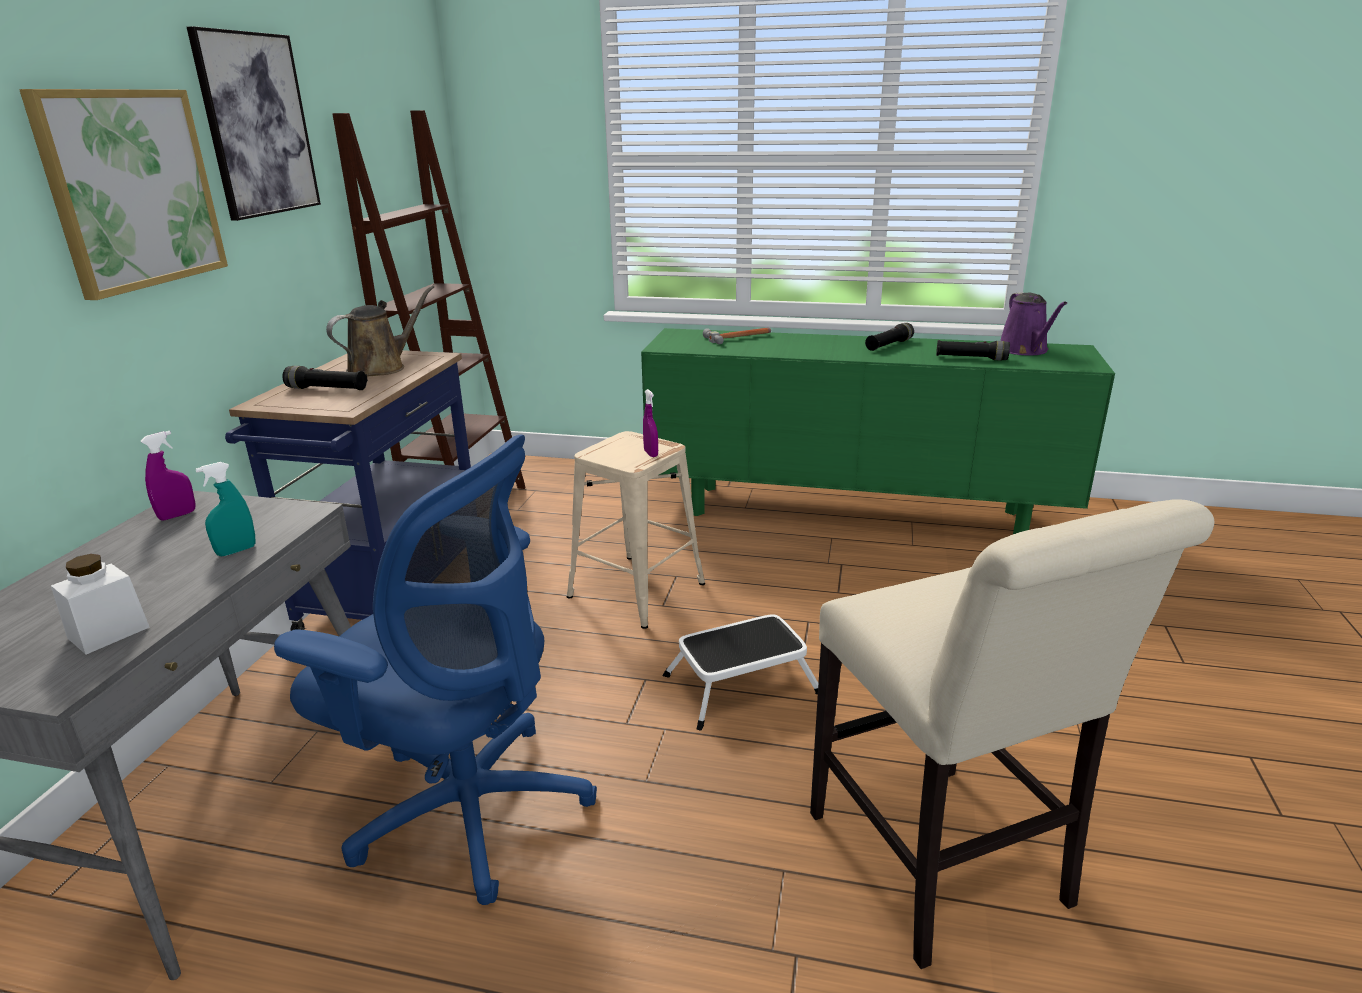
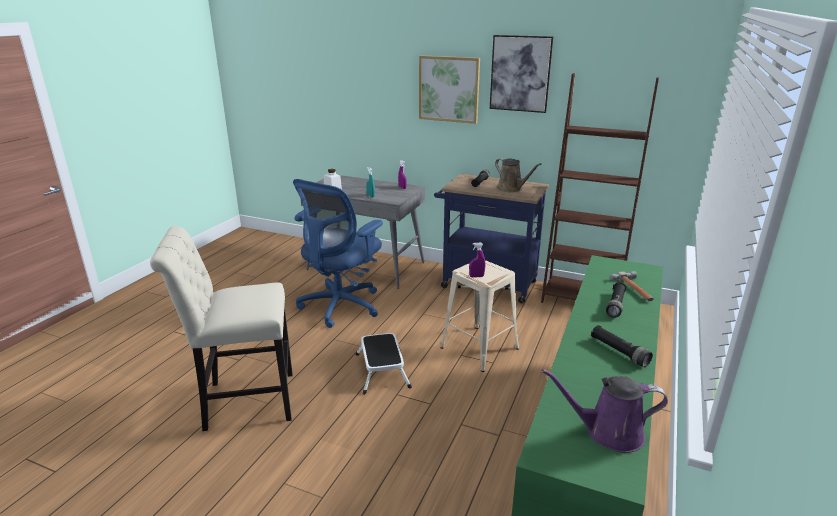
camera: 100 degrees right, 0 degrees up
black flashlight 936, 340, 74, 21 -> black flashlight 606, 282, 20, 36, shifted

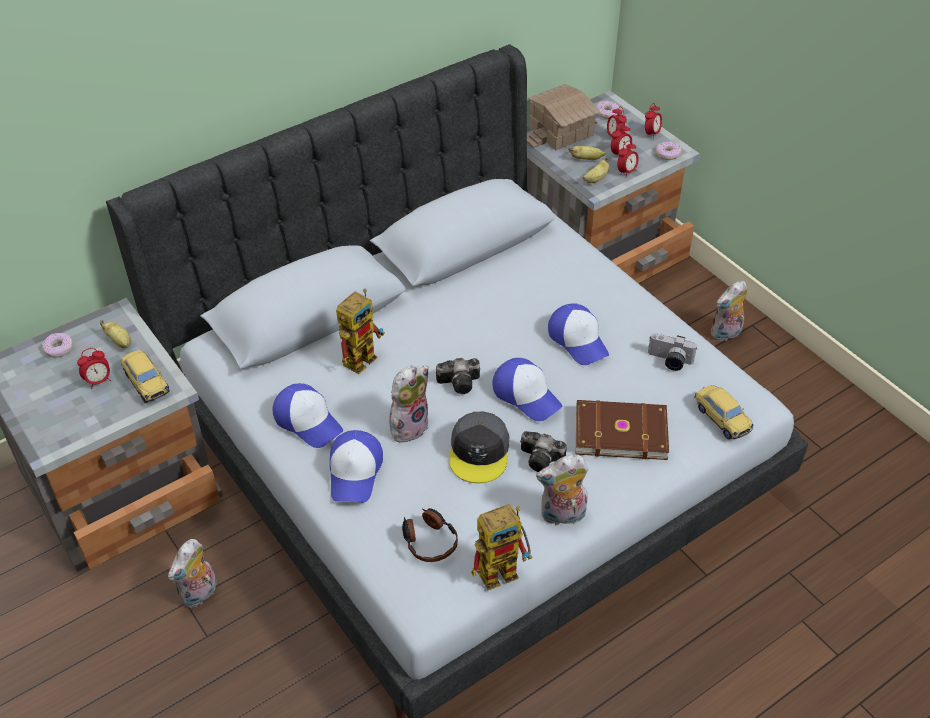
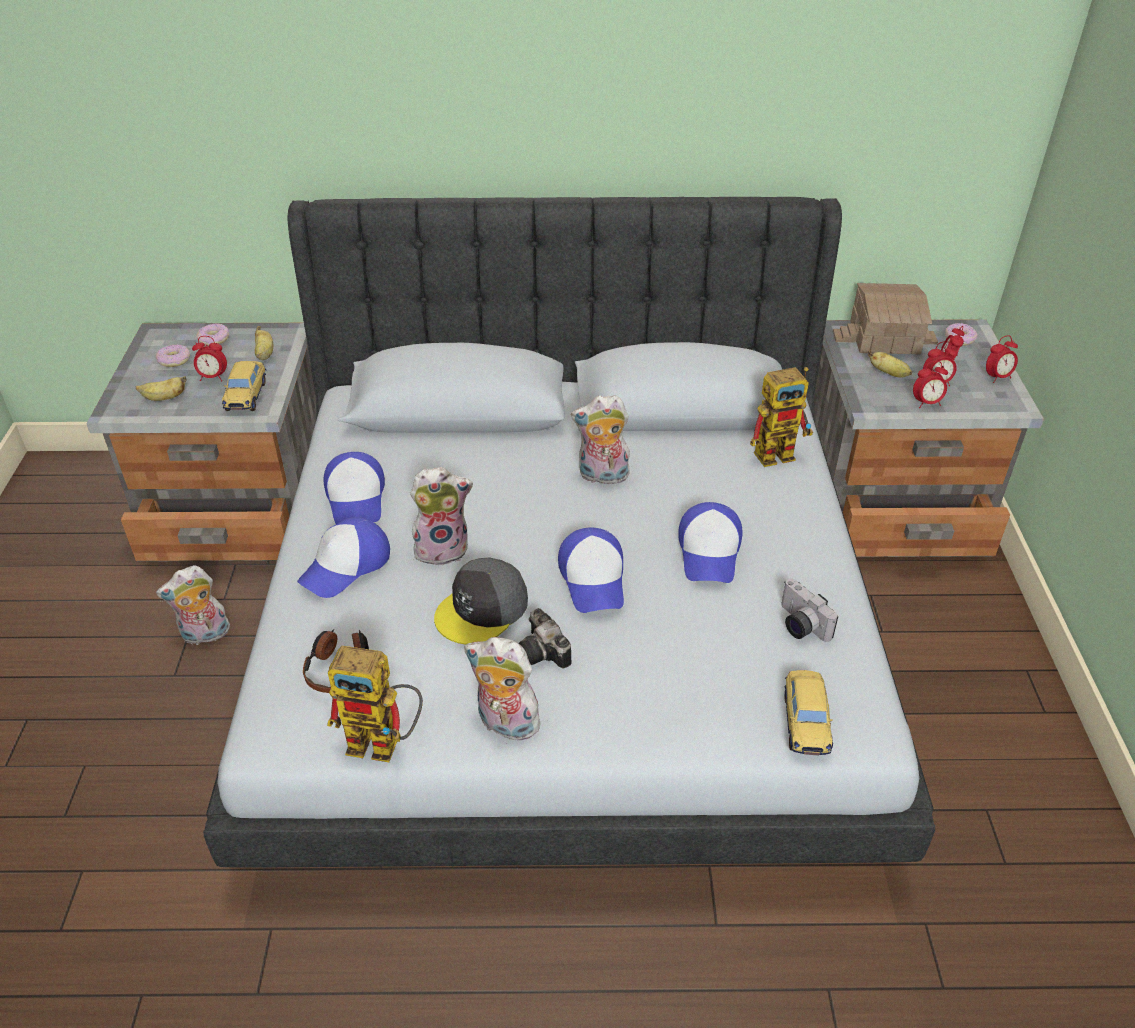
camera: 35 degrees right, 5 degrees down
banana 583, 157, 27, 26 -> banana 136, 376, 51, 25, shifted
donut 656, 141, 25, 19 -> donut 156, 345, 34, 22, shifted
plush toy 711, 280, 36, 61 -> plush toy 571, 395, 59, 89, shifted
toy robot 336, 289, 49, 85 -> toy robot 750, 367, 63, 100, shifted
photo camera 436, 358, 44, 36 -> none
brown book 576, 400, 93, 60 -> none

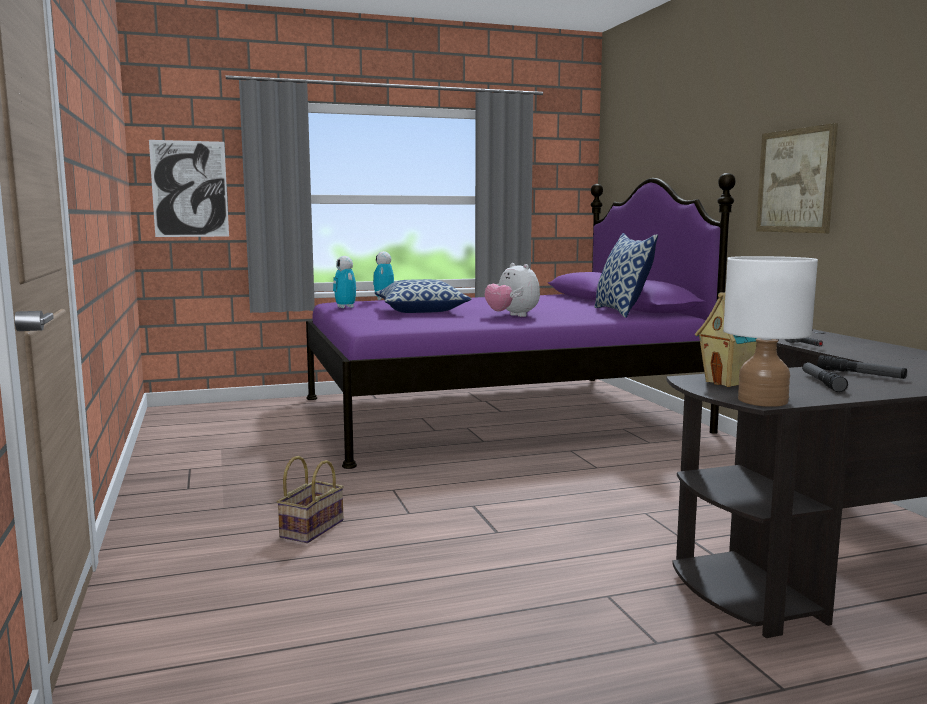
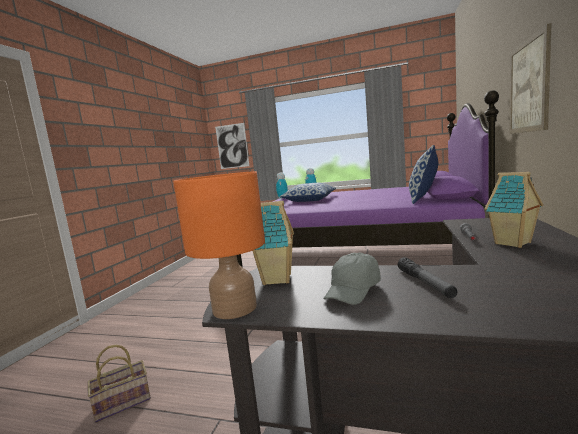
camera: 35 degrees right, 0 degrees up
basket 277, 456, 67, 87 -> basket 88, 345, 63, 78, shifted
white table lamp 723, 256, 95, 151 -> orange table lamp 173, 171, 92, 148
flashlight 802, 362, 46, 30 -> grey cap 323, 253, 58, 52
none -> toy house 485, 172, 58, 76
plush toy 485, 263, 55, 54 -> none

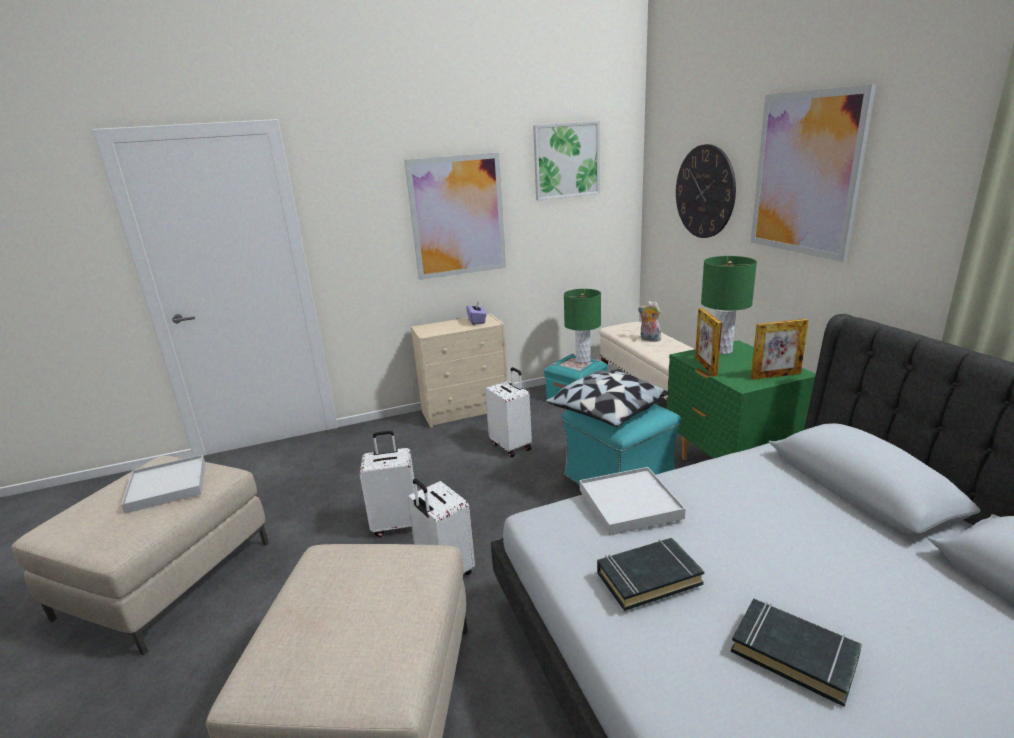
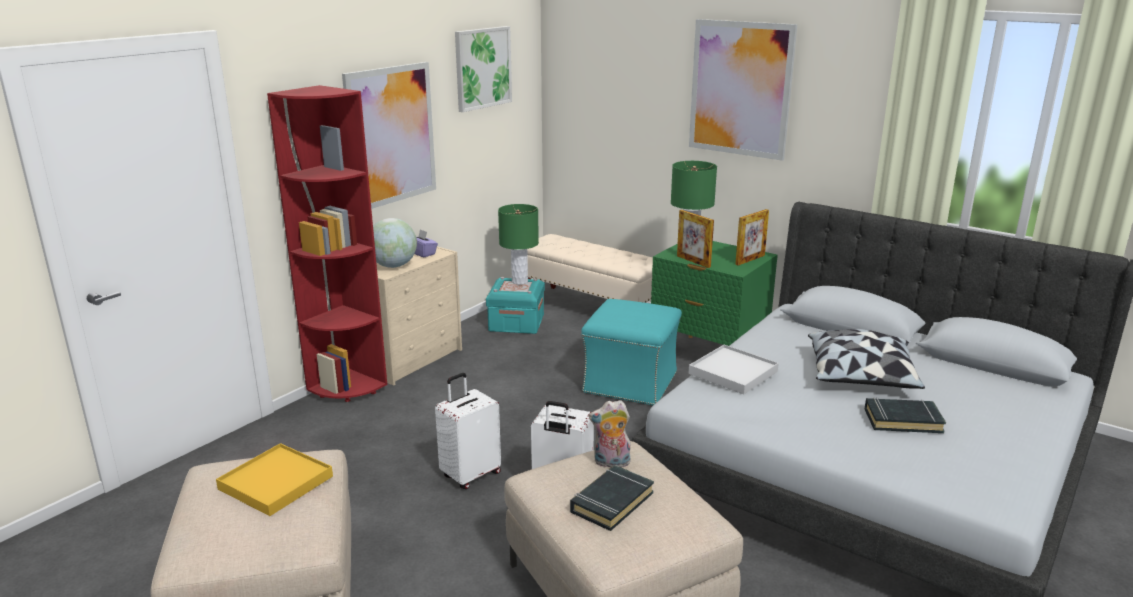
camera: 35 degrees left, 0 degrees up
white tray 121, 455, 84, 59 -> yellow tray 216, 443, 117, 73
none -> red bookcase 267, 85, 120, 317
none -> globe 373, 218, 44, 50
black book 597, 538, 108, 73 -> black book 570, 465, 84, 66, shifted
plush toy 638, 301, 23, 41 -> plush toy 589, 400, 42, 68, shifted
pillow 545, 371, 124, 56 -> pillow 808, 329, 117, 60, shifted
white suitcase 485, 367, 47, 90 -> none
wall clock 676, 144, 60, 94 -> none

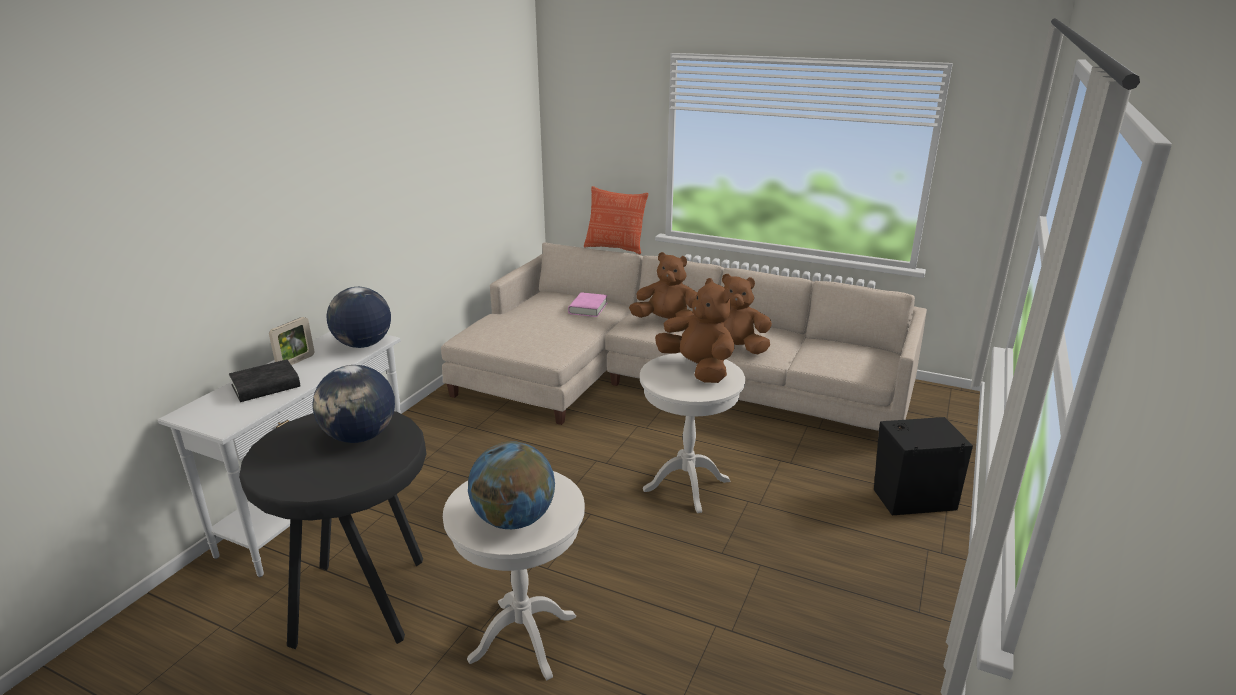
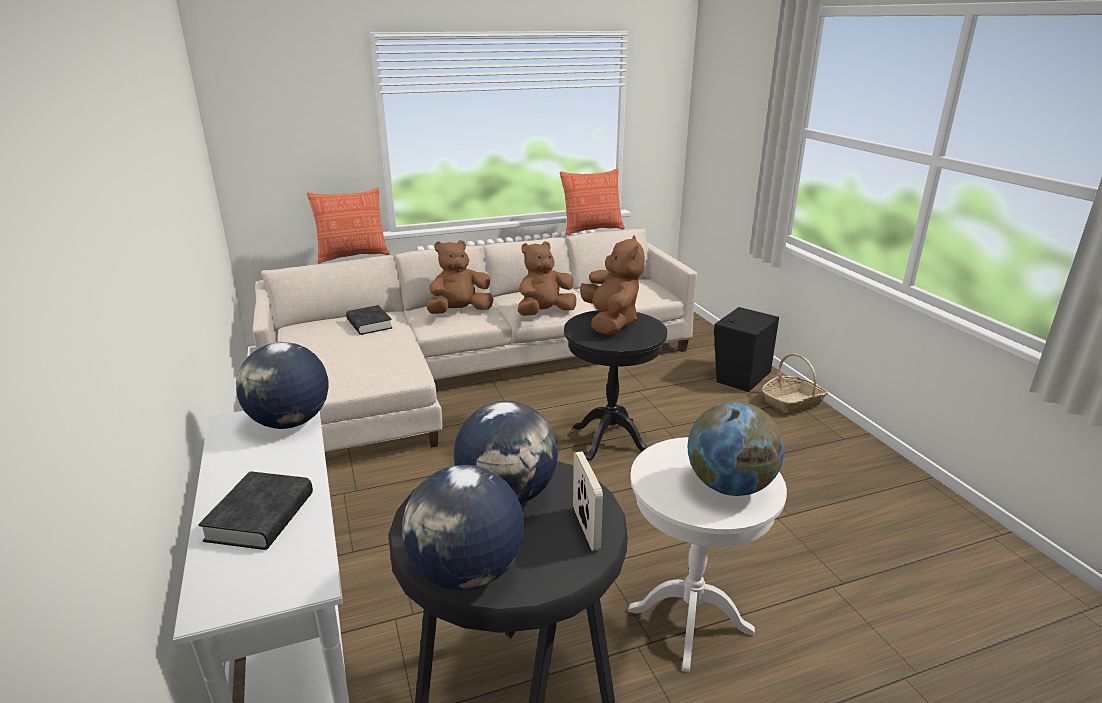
camera: 45 degrees left, 0 degrees up
pink book 568, 292, 39, 25 -> black book 346, 305, 46, 30
none -> globe 402, 465, 123, 125
none -> orange pillow 560, 168, 65, 67
white side table 640, 353, 105, 160 -> black side table 564, 310, 103, 151
picture frame 269, 317, 45, 48 -> picture frame 573, 451, 30, 100, shifted
brown plush toy 655, 278, 79, 105 -> brown plush toy 580, 235, 65, 100, 75 degrees clockwise
none -> basket 762, 353, 66, 61

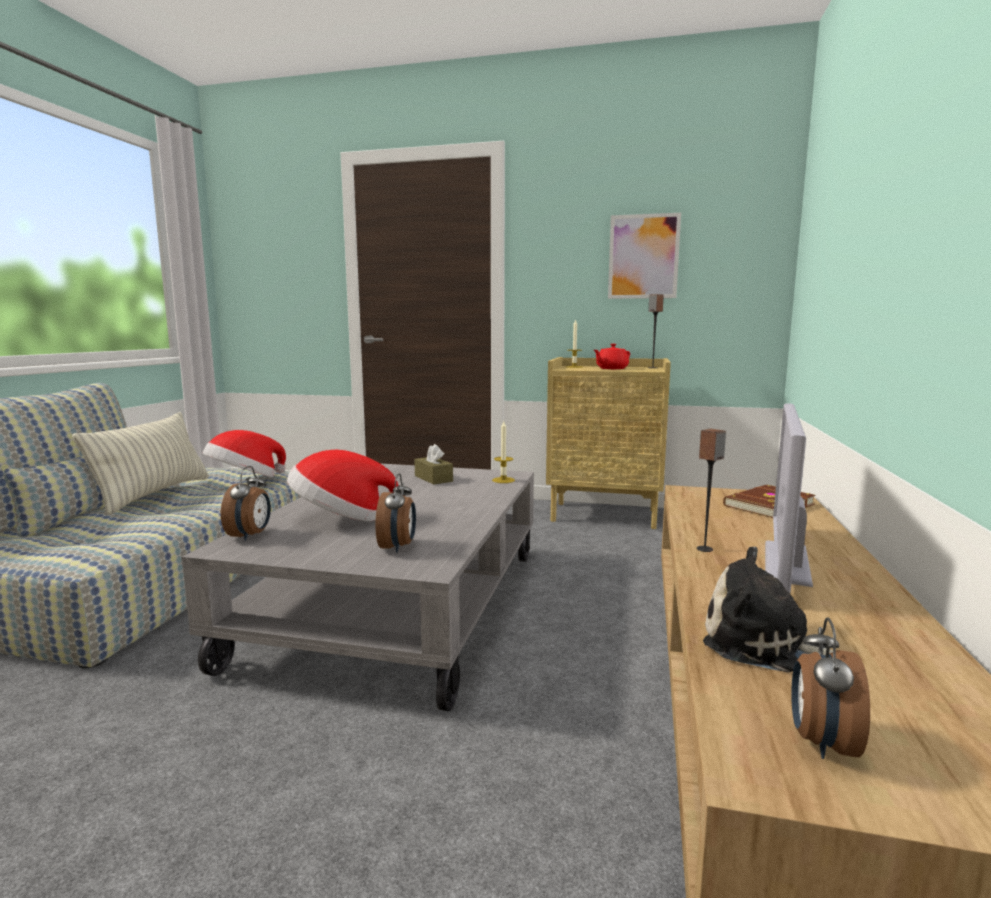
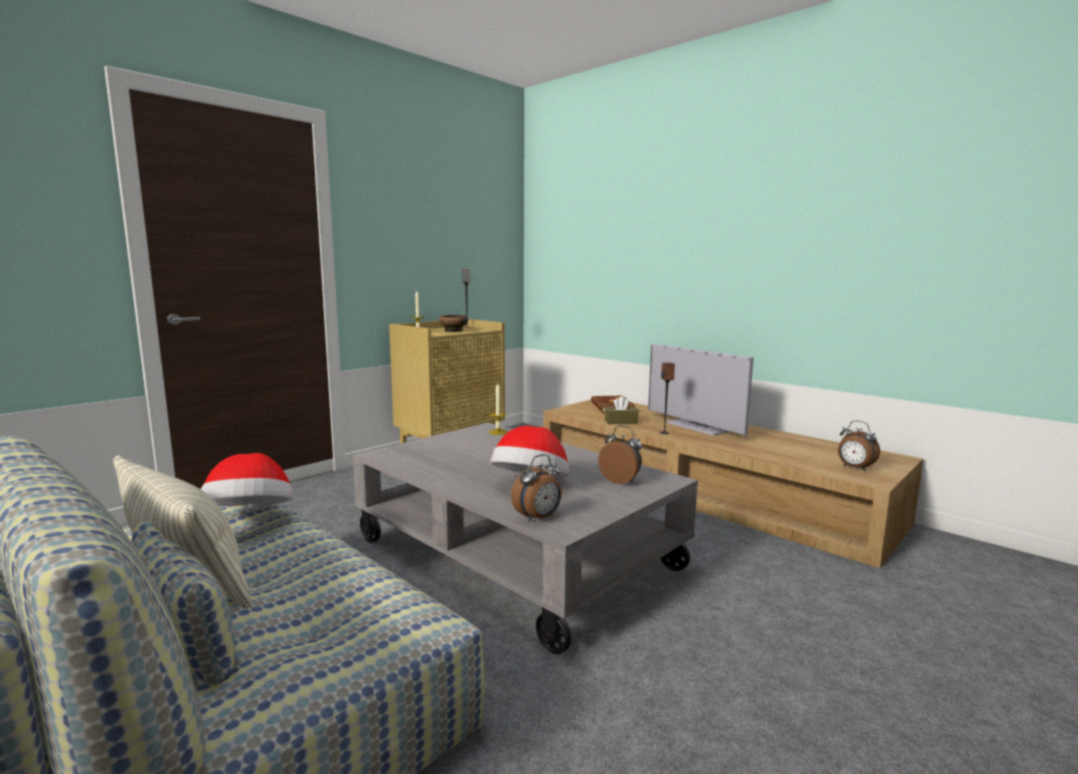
camera: 60 degrees left, 0 degrees up
red teapot 594, 344, 36, 25 -> bowl 439, 315, 29, 17
alarm clock 221, 466, 50, 75 -> alarm clock 511, 454, 51, 68, 105 degrees clockwise
brown tissue box 414, 444, 39, 41 -> brown tissue box 605, 396, 33, 28, shifted
picture 608, 213, 73, 86 -> none
plush toy 703, 547, 130, 125 -> none

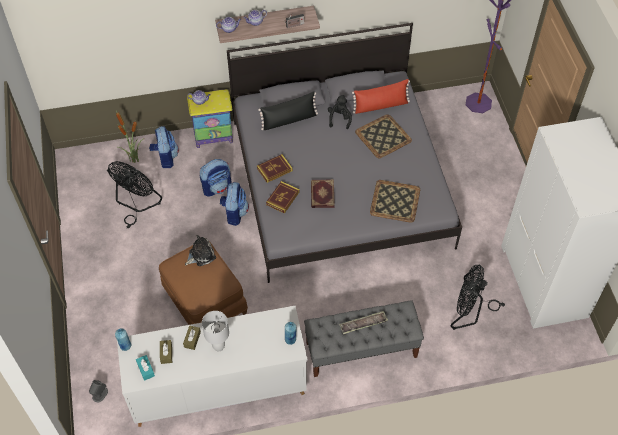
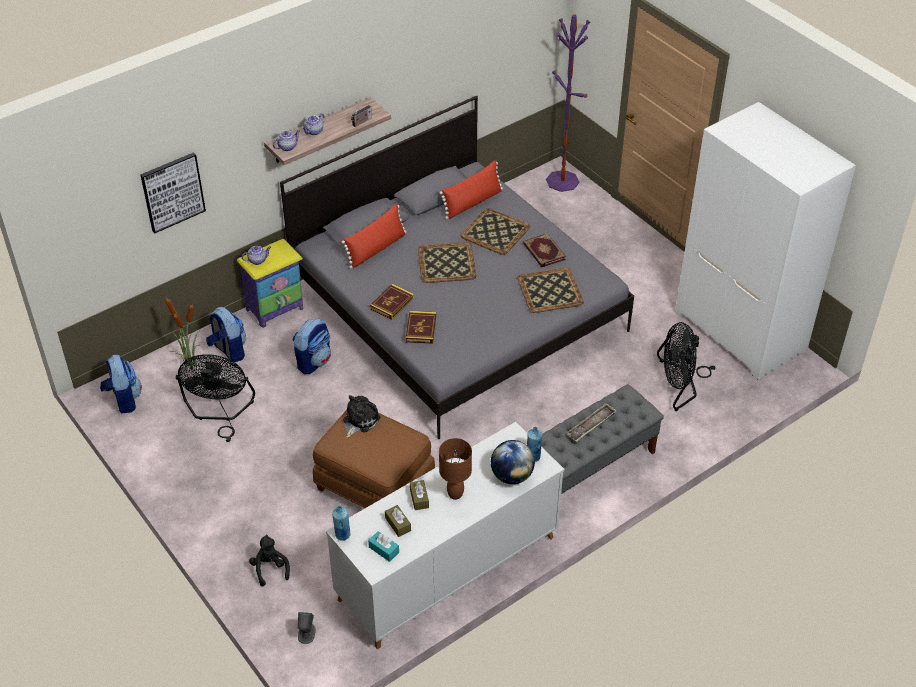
camera: 25 degrees left, 10 degrees down
backpack 220, 182, 29, 44 -> backpack 100, 355, 42, 58, shifted
none -> picture 140, 152, 66, 81
black plush toy 328, 95, 24, 34 -> black plush toy 249, 535, 41, 52, shifted
black pillow 258, 91, 60, 39 -> red pillow 342, 204, 64, 65
none -> tray 418, 242, 59, 41
white table lamp 202, 311, 27, 40 -> brown table lamp 439, 438, 33, 62
none -> globe 491, 440, 44, 44
book 311, 179, 24, 29 -> book 523, 233, 43, 35, shifted

